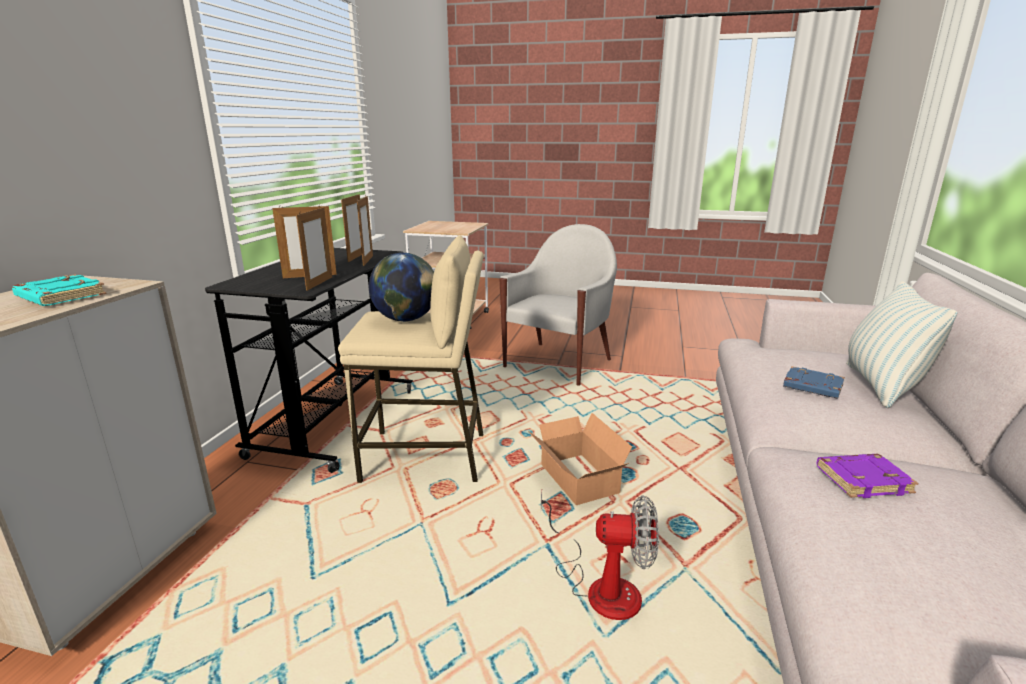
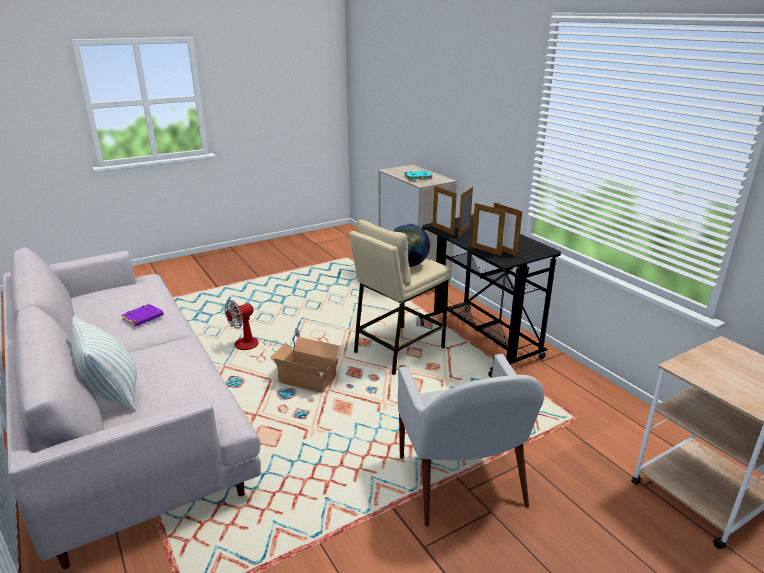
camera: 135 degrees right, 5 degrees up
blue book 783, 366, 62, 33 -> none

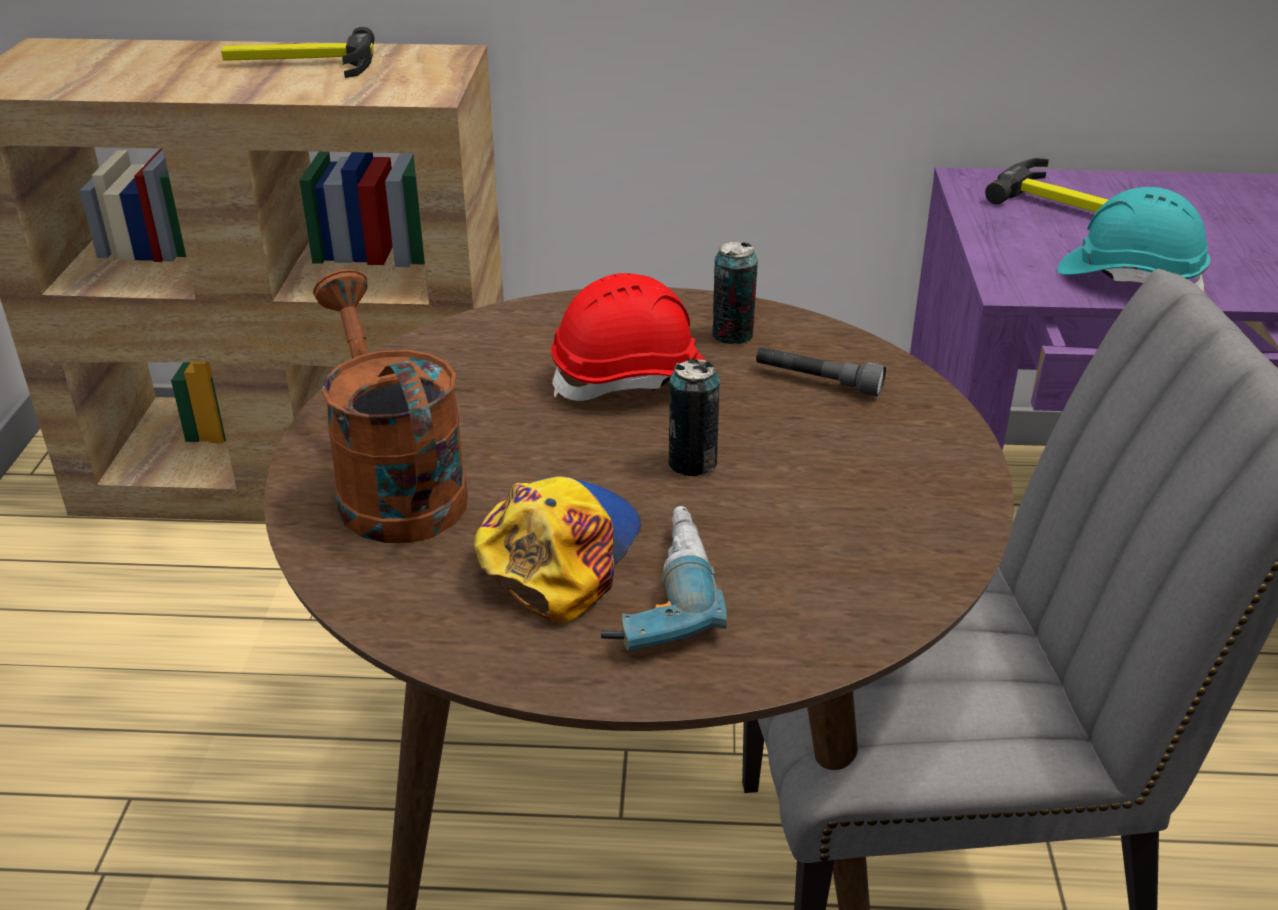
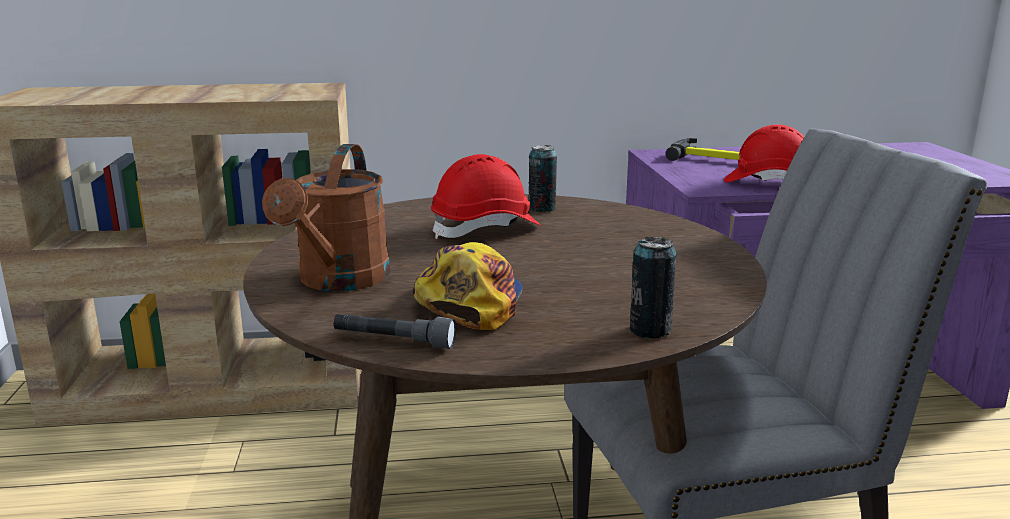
camera: 10 degrees left, 15 degrees down
brown watering can 313, 269, 155, 274 -> brown watering can 262, 144, 128, 148, 135 degrees counterclockwise
grey flashlight 756, 347, 130, 50 -> grey flashlight 333, 314, 124, 35, shifted
can 668, 359, 52, 117 -> can 630, 237, 47, 102, shifted
turquoise hard hat 1057, 187, 153, 105 -> red hard hat 724, 124, 80, 59
hammer 221, 26, 153, 52 -> none
power drill 601, 506, 126, 145 -> none

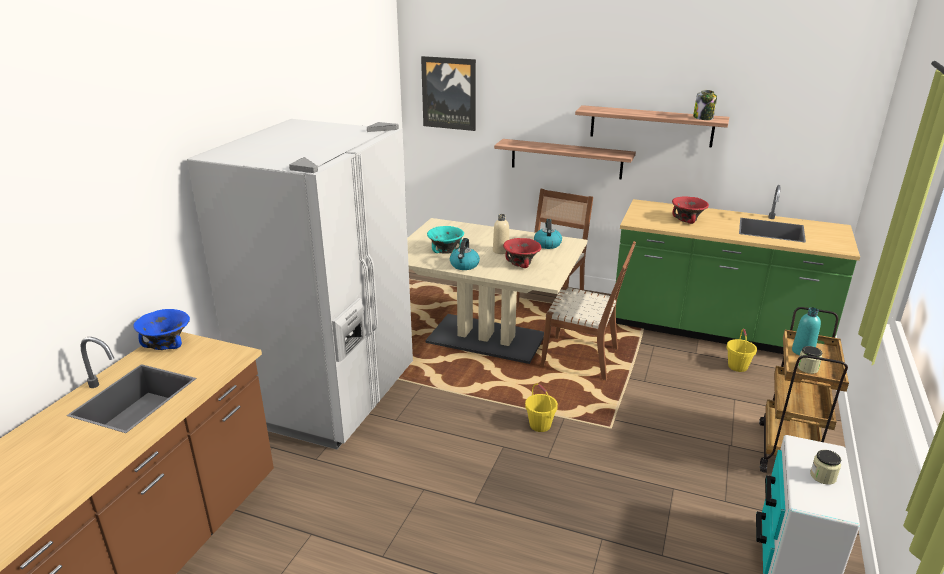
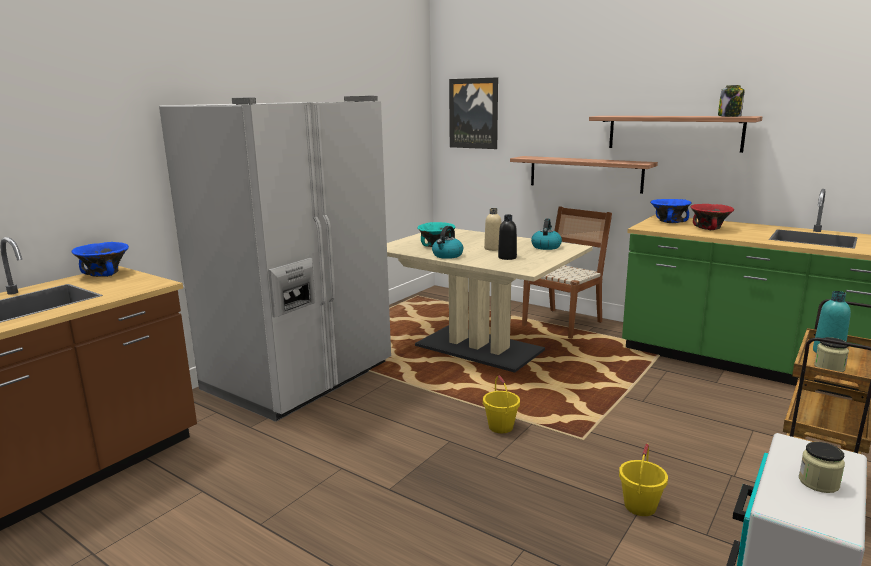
camera: 15 degrees right, 10 degrees down
red bowl 503, 238, 38, 30 -> black bottle 498, 215, 19, 45
yellow bucket 727, 329, 30, 43 -> yellow bucket 619, 444, 49, 72, shifted
none -> blue bowl 650, 199, 42, 24
chair 541, 241, 95, 139 -> none

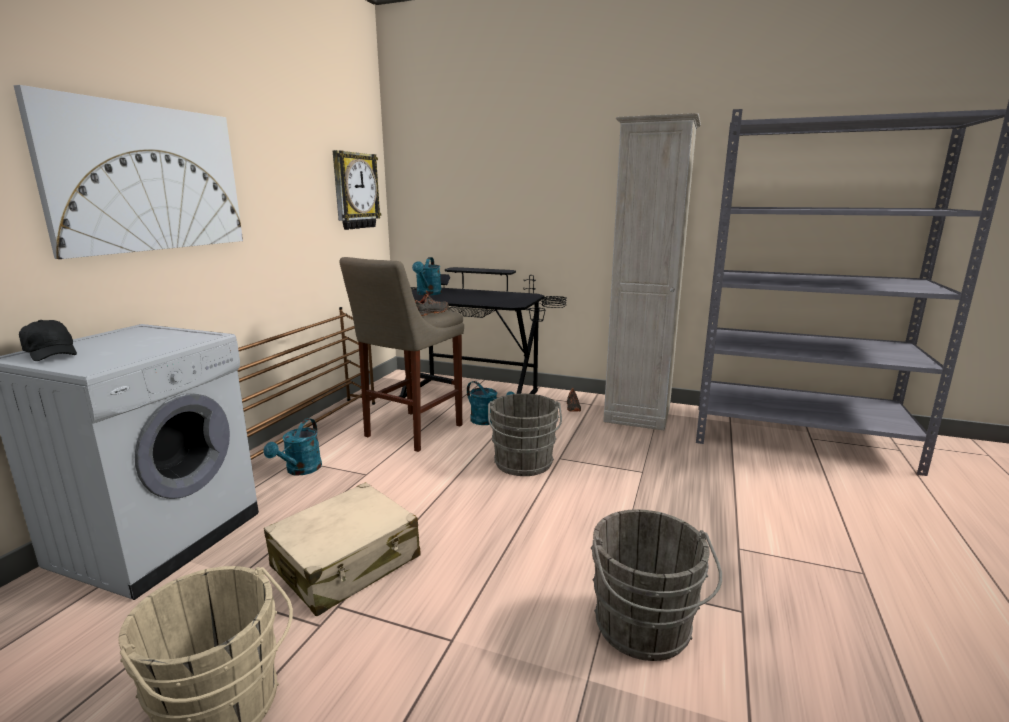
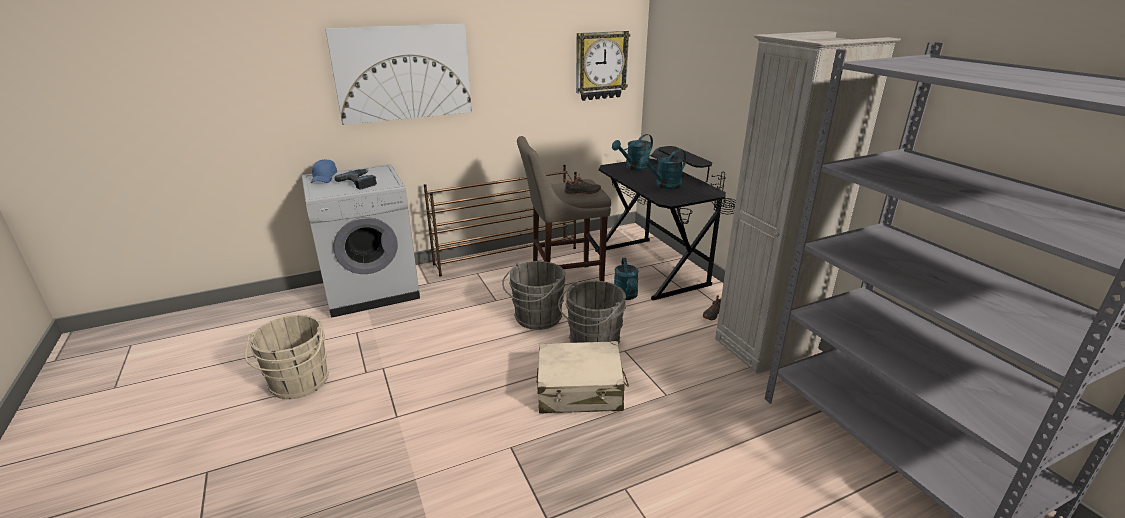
camera: 45 degrees right, 10 degrees up
black cap 19, 320, 58, 41 -> blue cap 311, 159, 26, 24
none -> power drill 334, 169, 43, 20
grey bucket 591, 509, 131, 152 -> grey bucket 502, 261, 64, 69, shifted
beige suitcase 264, 482, 156, 134 -> beige suitcase 537, 341, 92, 73, shifted
turquoise watering can 264, 418, 58, 58 -> turquoise watering can 639, 150, 48, 40, shifted

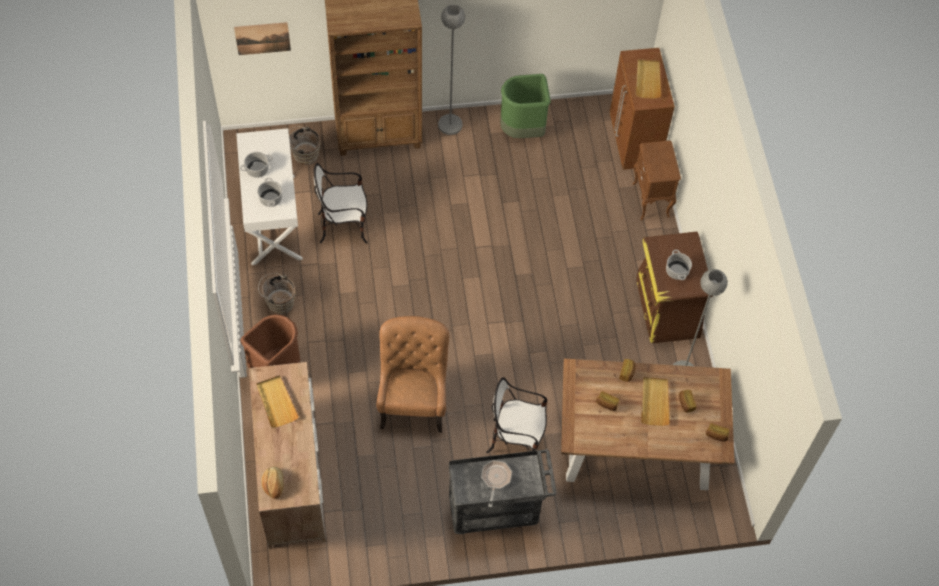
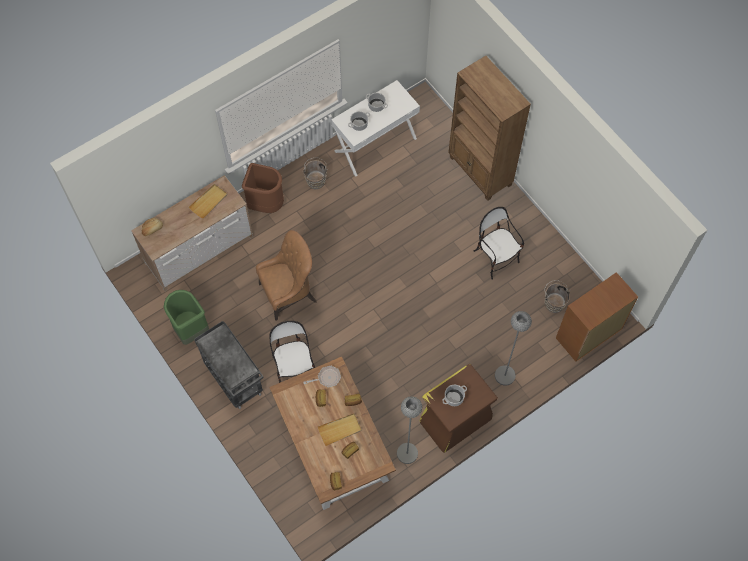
camera: 65 degrees right, 5 degrees up
green trash can 500, 74, 51, 64 -> green trash can 164, 290, 45, 55, shifted
frying pan 481, 460, 31, 47 -> frying pan 303, 366, 38, 21, shifted
chair 313, 163, 55, 81 -> chair 473, 207, 51, 73, shifted
grey floor lamp 438, 5, 27, 130 -> grey floor lamp 495, 311, 37, 75, shifted
brown bucket 289, 125, 31, 41 -> brown bucket 545, 280, 25, 33, shifted
picture 234, 22, 57, 33 -> none
brown nightstand 632, 141, 49, 79 -> none
beige tray 635, 59, 26, 40 -> none

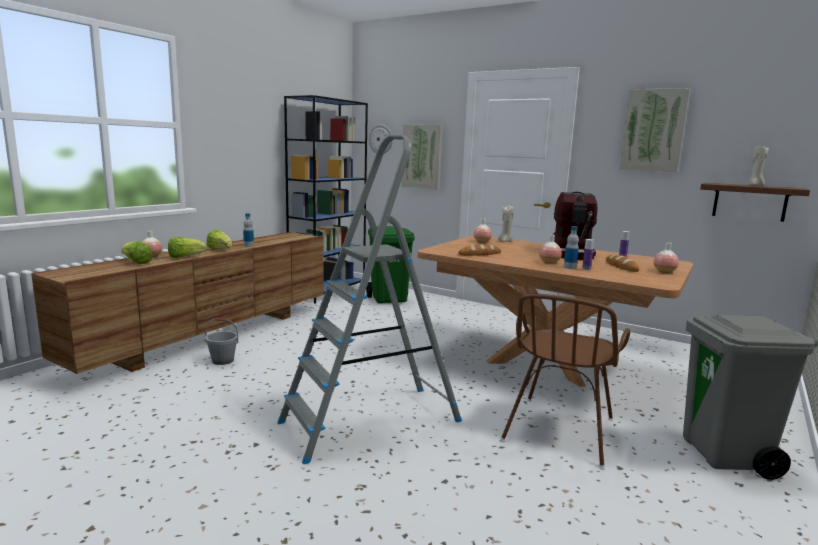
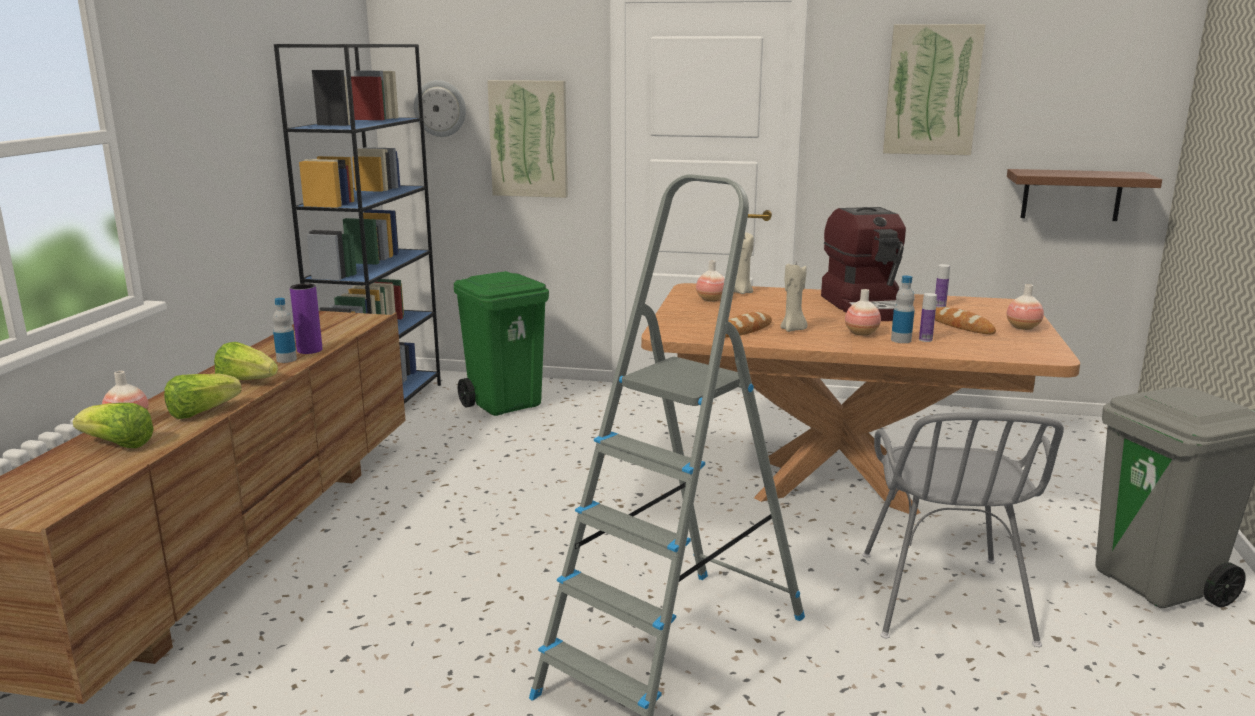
camera: 20 degrees left, 5 degrees up
none -> purple vase 290, 283, 32, 71
beige candle 747, 146, 22, 40 -> beige candle 780, 264, 27, 68, shifted
brown chair 500, 294, 130, 176 -> grey chair 863, 412, 201, 235
grey bucket 205, 318, 33, 47 -> none

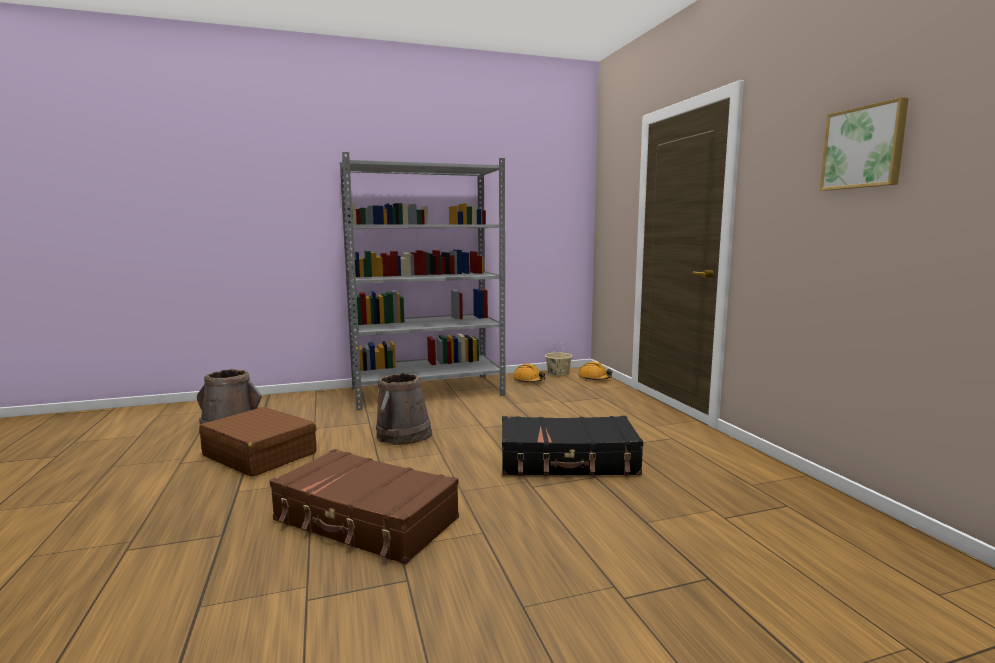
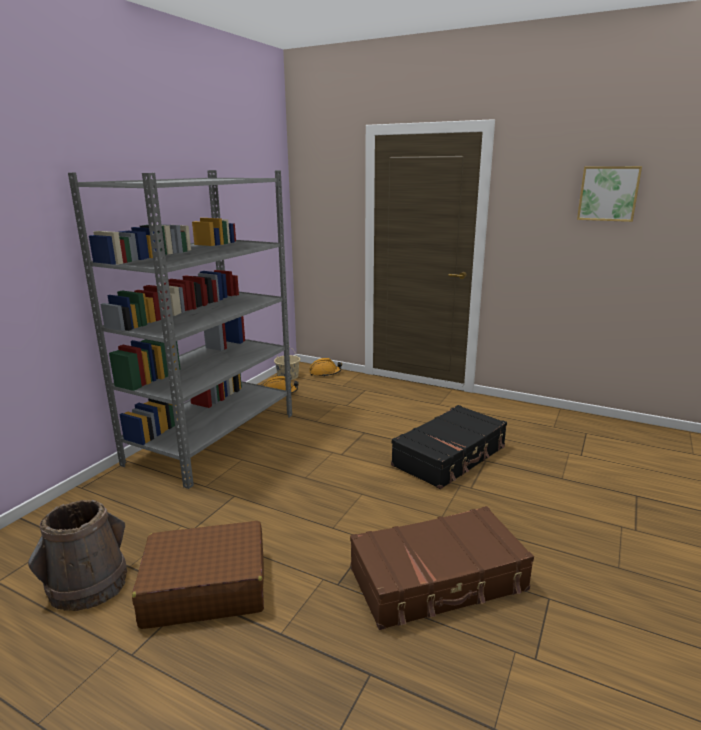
camera: 45 degrees left, 10 degrees up
brown bucket 376, 373, 56, 72 -> none

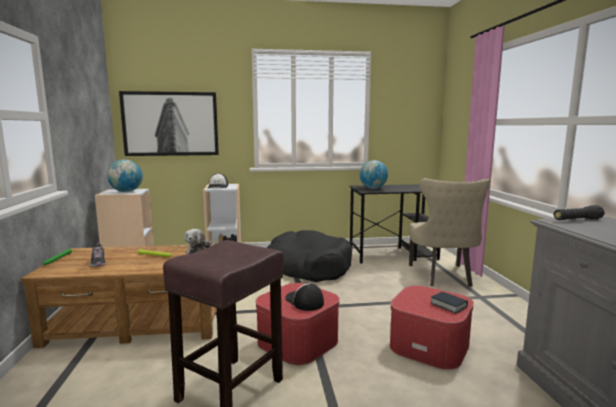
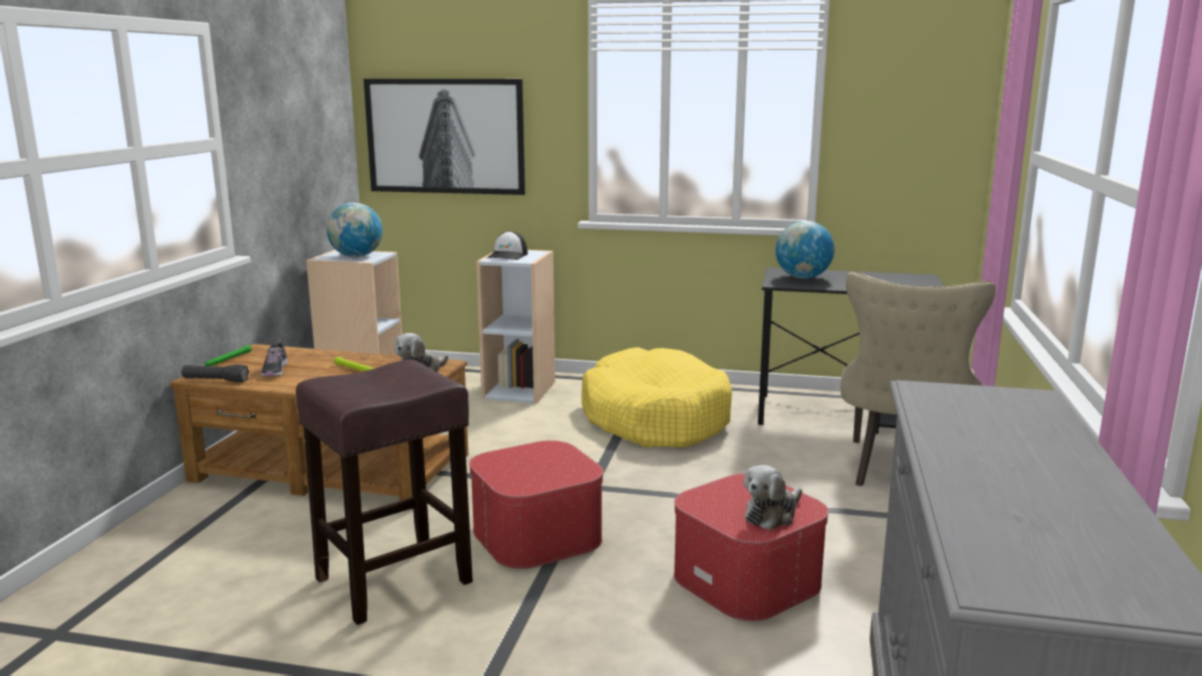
camera: 20 degrees right, 5 degrees up
black flashlight 554, 205, 51, 15 -> black flashlight 182, 365, 67, 17, shifted
black dog bed 267, 230, 85, 52 -> yellow dog bed 581, 347, 151, 101
book 431, 292, 37, 21 -> plush toy 744, 465, 58, 65
cap 285, 284, 39, 27 -> none

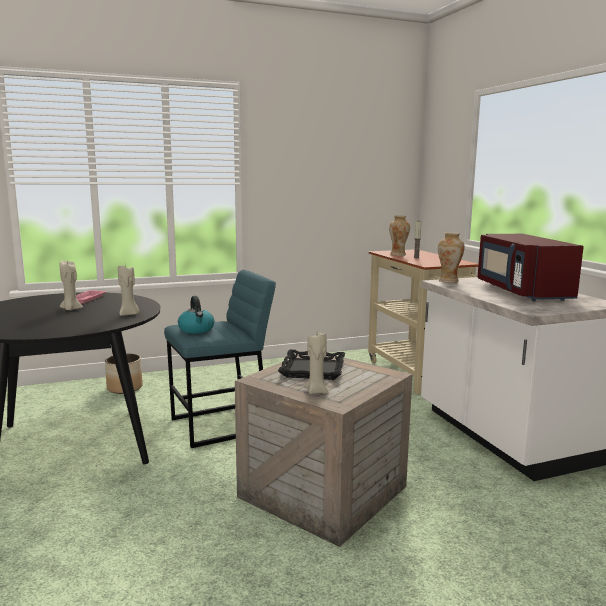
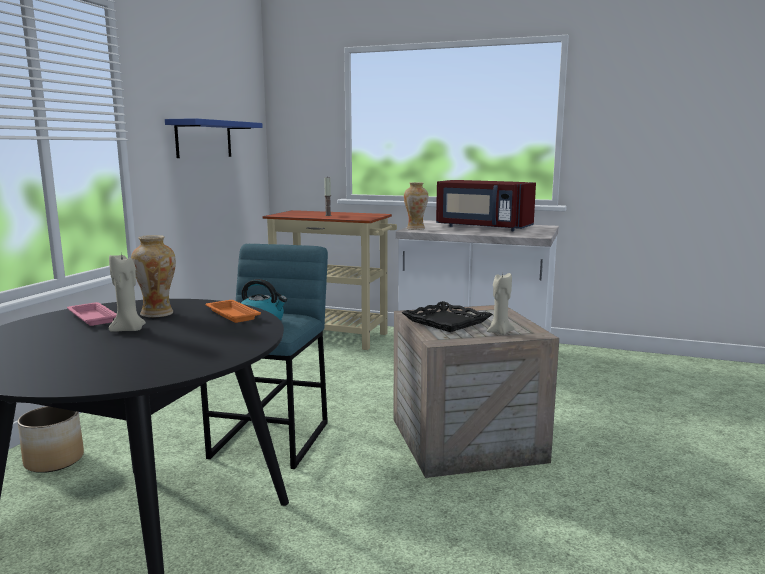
camera: 50 degrees left, 0 degrees up
vase 389, 215, 21, 41 -> vase 131, 235, 45, 82, shifted
none -> blue shelf 165, 118, 98, 40
beige candle 118, 266, 22, 50 -> orange tray 206, 300, 55, 23

